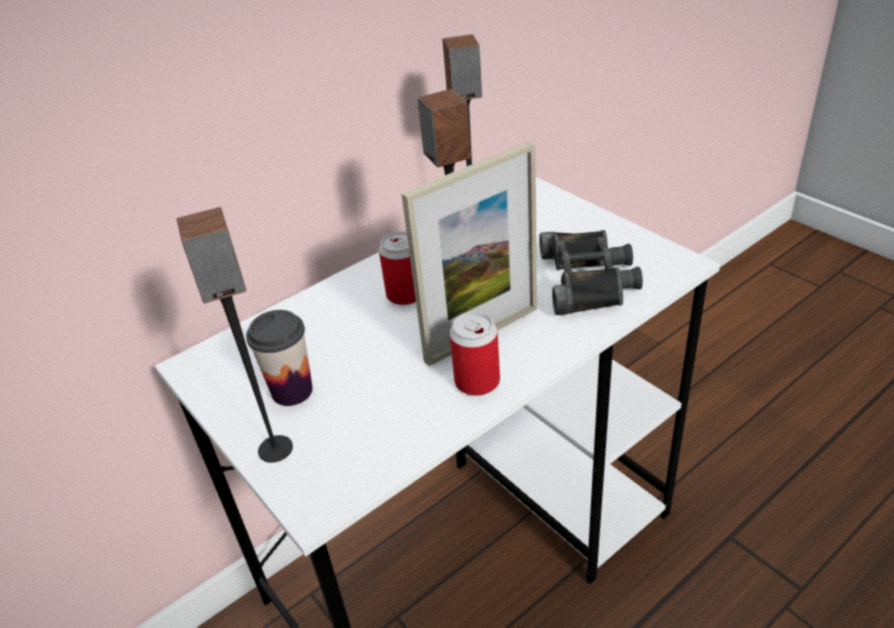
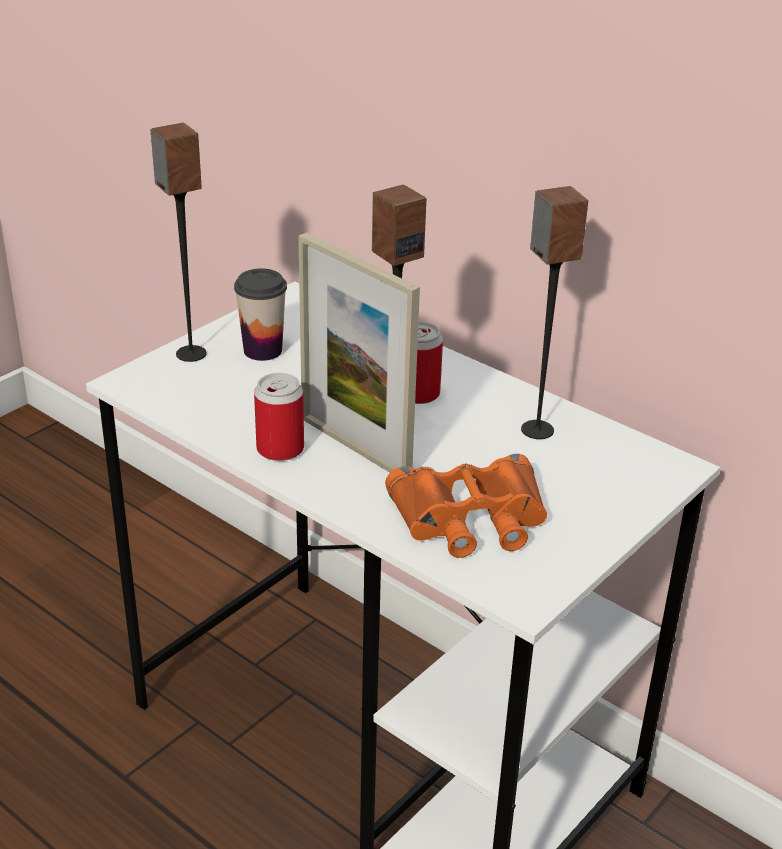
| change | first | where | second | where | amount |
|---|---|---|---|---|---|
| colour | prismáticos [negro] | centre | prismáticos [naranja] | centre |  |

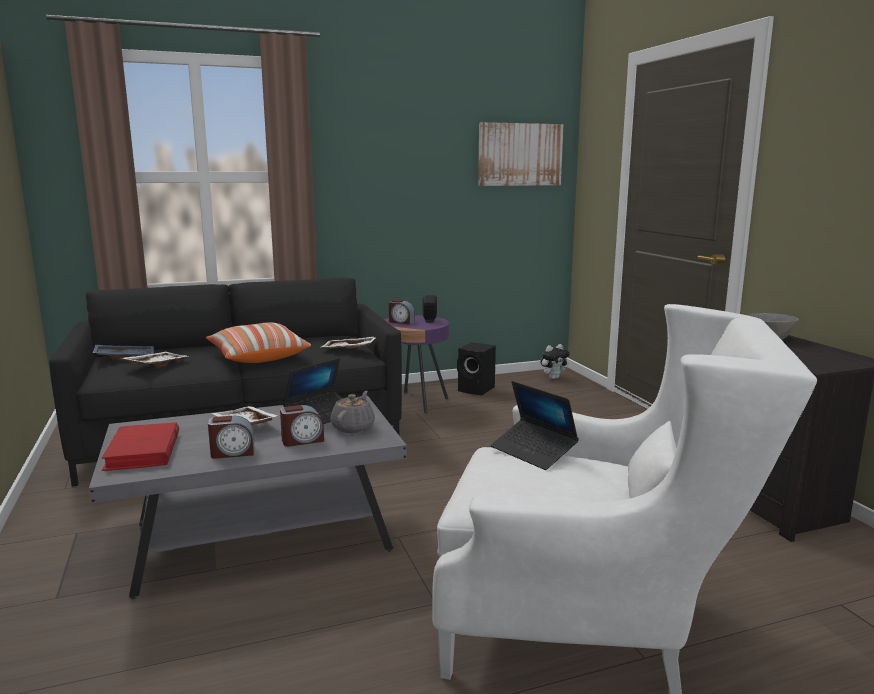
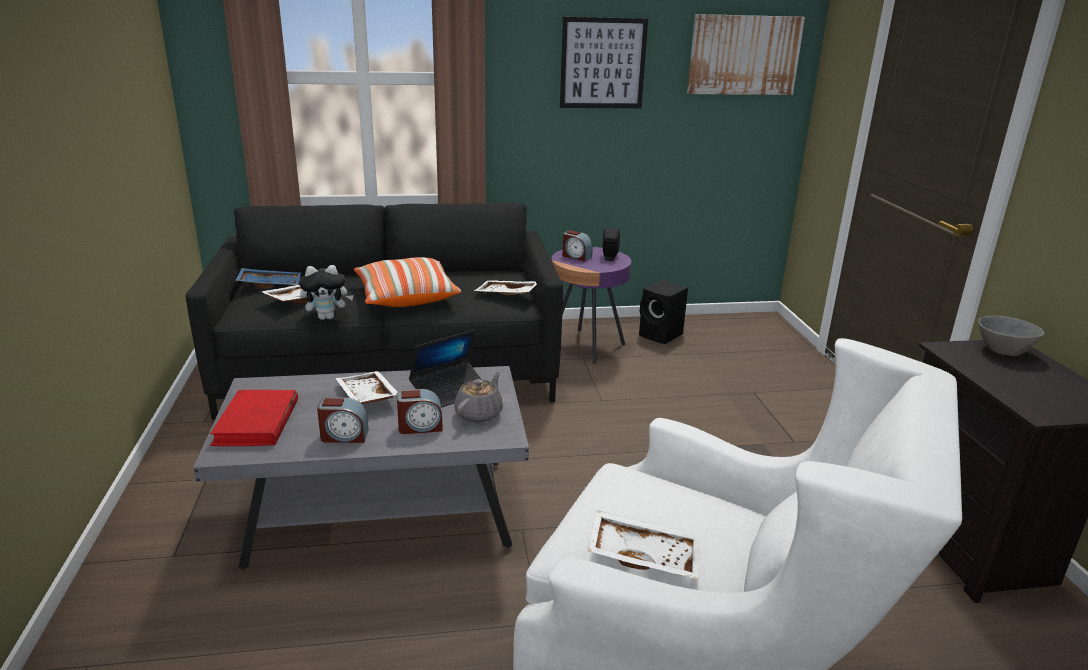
| change | first | where | second | where | amount |
|---|---|---|---|---|---|
| missing | portátil (no. 2 from left) | centre |  |  |  |
| relocated | peluche | centre |  | middle left |  |
| appeared |  |  | cuadro (no. 1 from left) | top centre |  |
| appeared |  |  | bandeja [blanco] (no. 4 from left) | bottom centre |  |

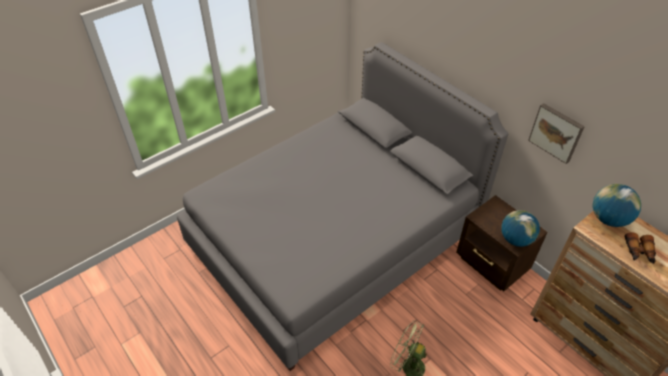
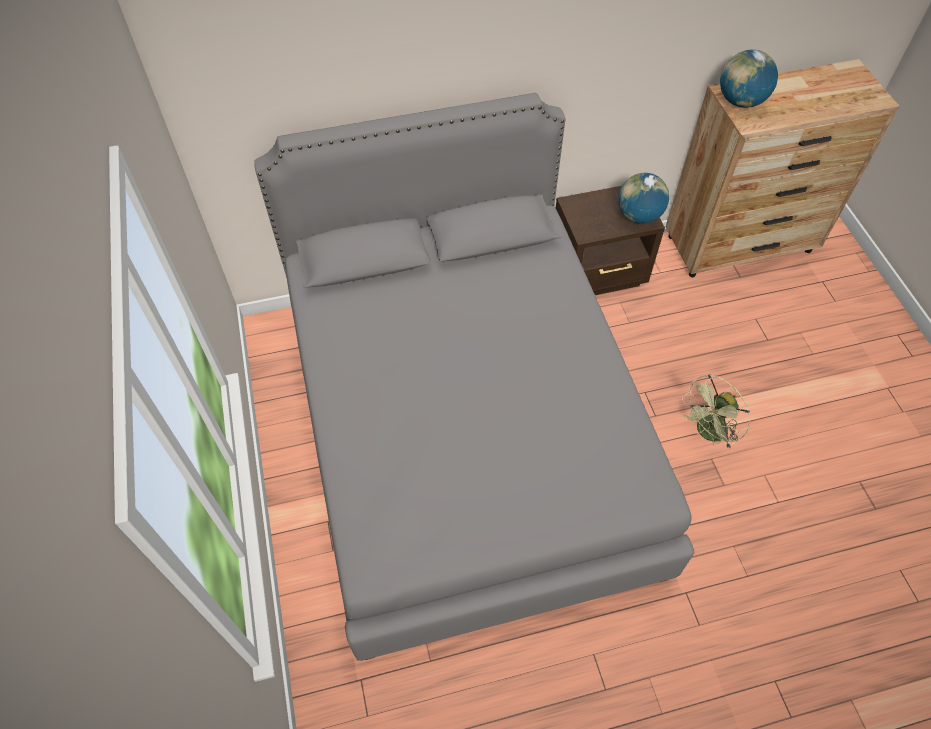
| change | first | where | second | where | amount |
|---|---|---|---|---|---|
| missing | cuadro | middle right |  |  |  |
| missing | prismáticos | middle right |  |  |  |

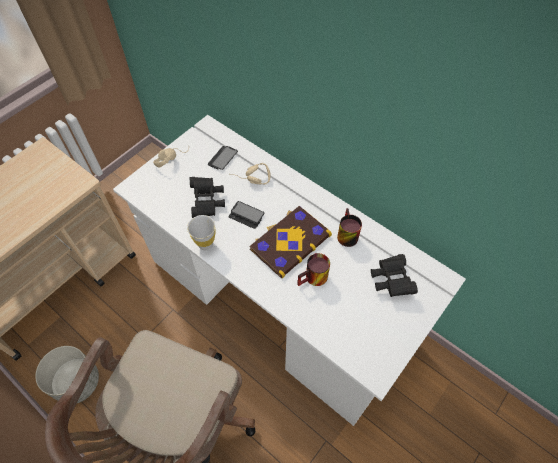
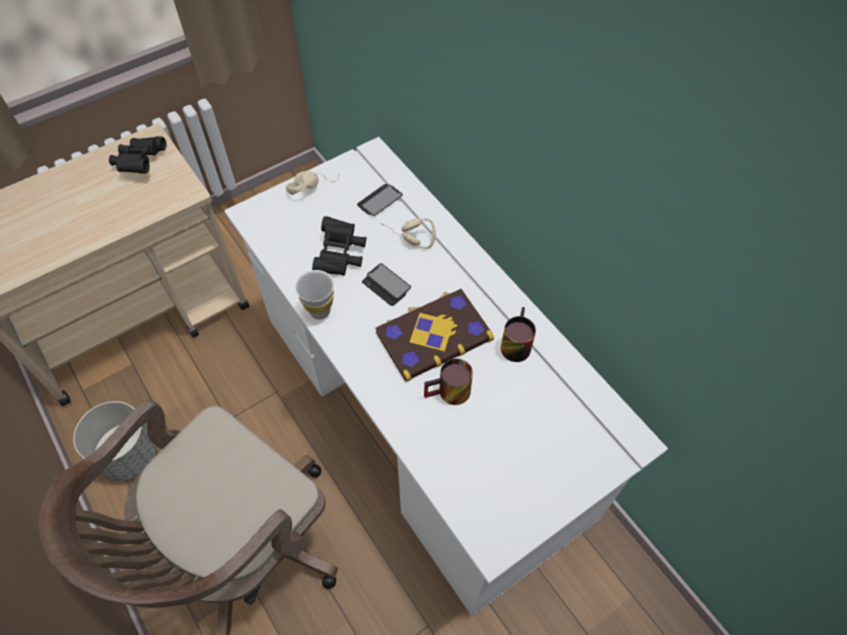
| change | first | where | second | where | amount |
|---|---|---|---|---|---|
| relocated | prismáticos [negro] (no. 2 from left in the first image) | middle right | prismáticos [negro] (no. 1 from left) | top left |  |

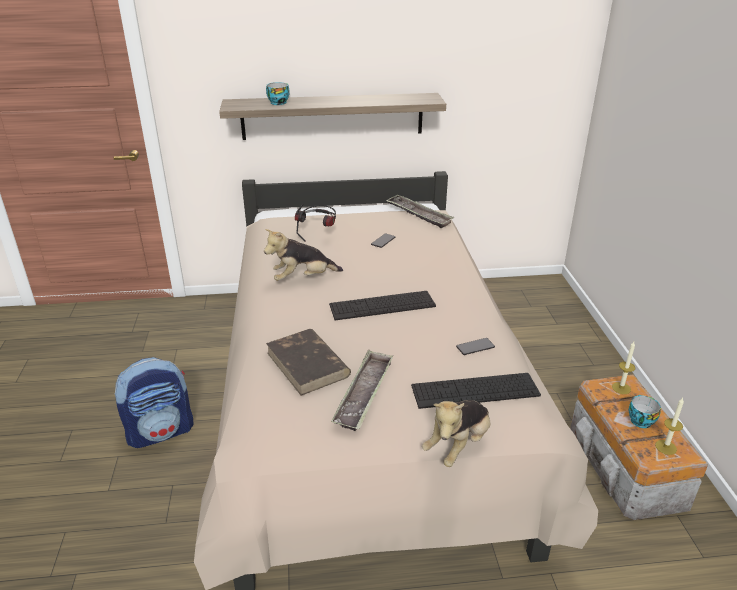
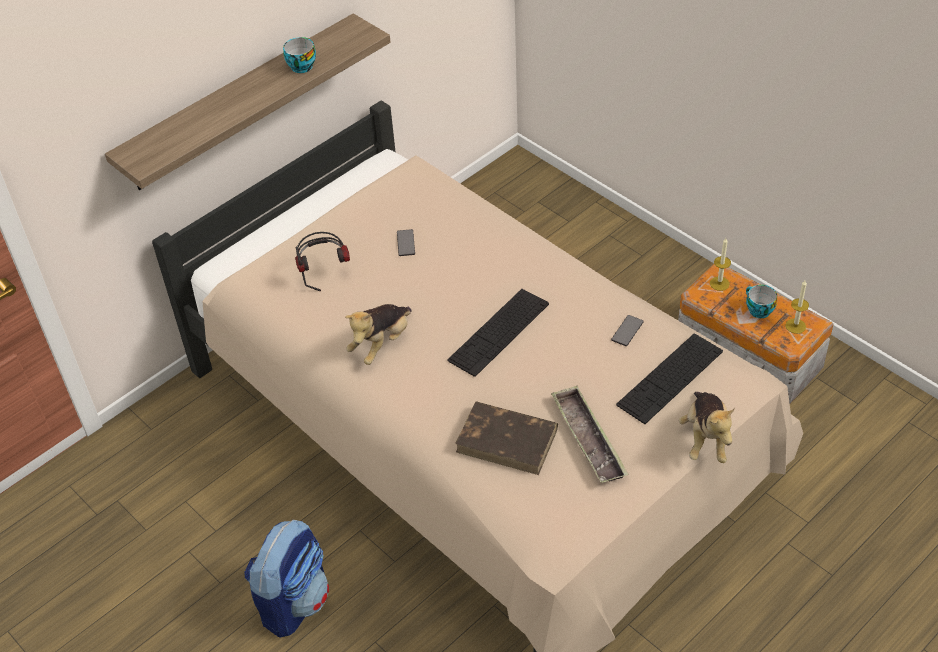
| change | first | where | second | where | amount |
|---|---|---|---|---|---|
| relocated | taza (no. 1 from left) | top centre |  | top left |  |
| missing | bandeja (no. 2 from left) | centre |  |  |  |

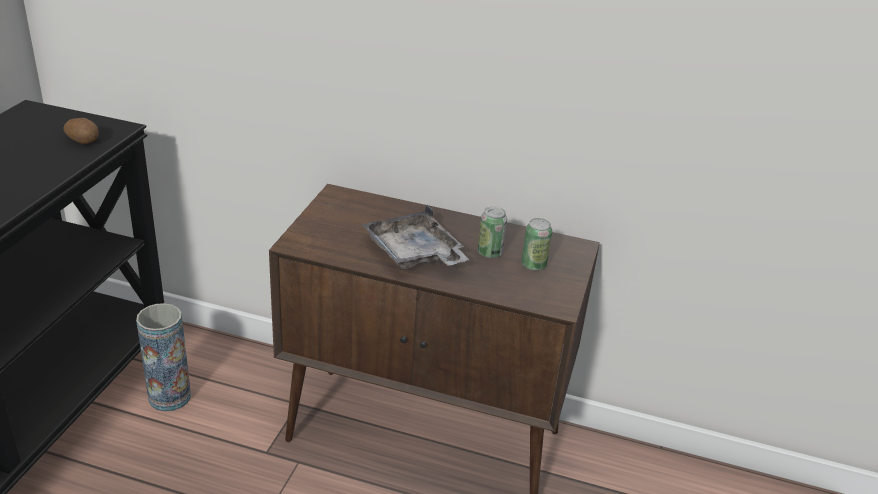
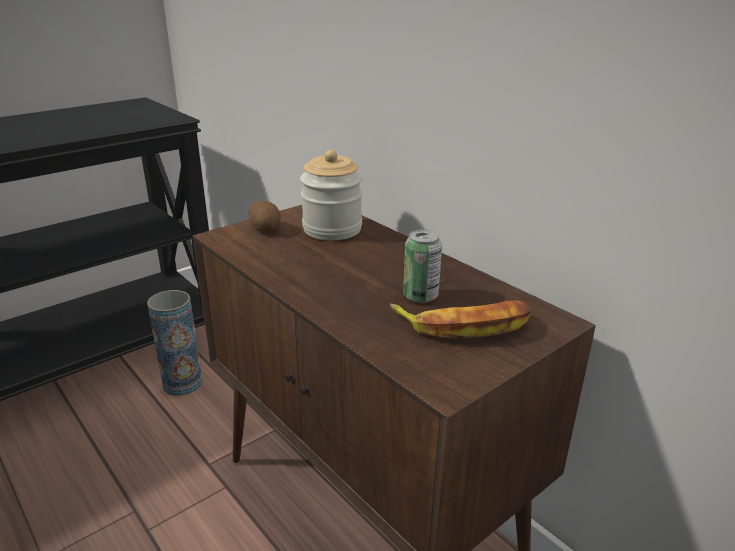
| change | first | where | second | where | amount |
|---|---|---|---|---|---|
| relocated | patata | top left |  | centre |  |
| missing | bandeja [gris] | centre |  |  |  |
| exchanged | lata (no. 2 from left) | centre | plátano | centre |  |
| appeared |  |  | tarro | centre |  |

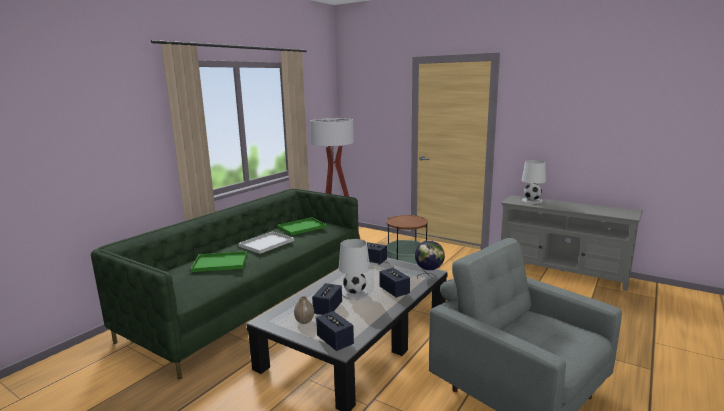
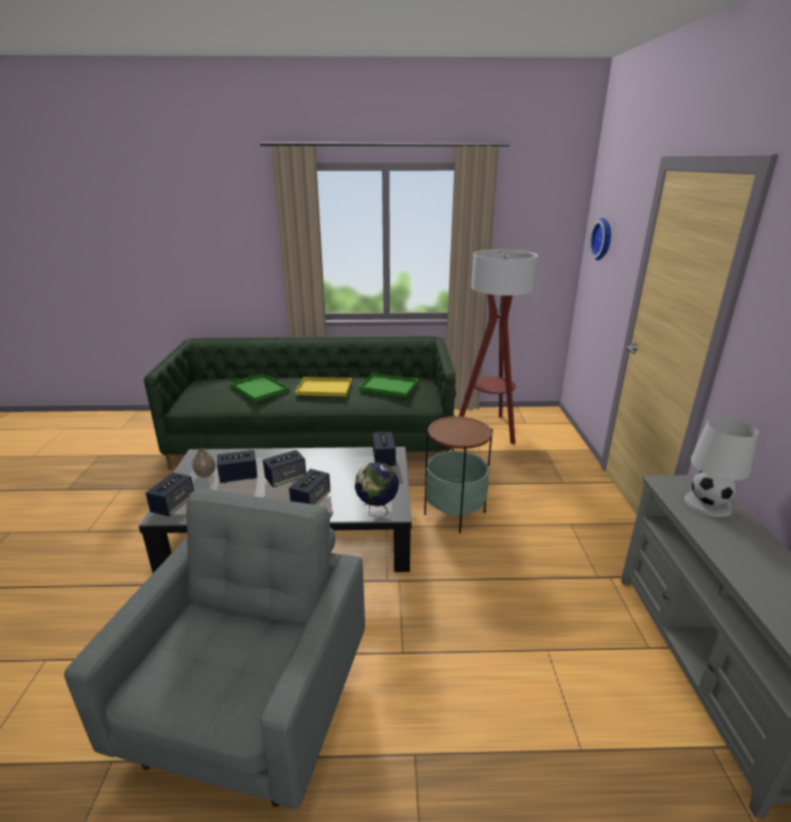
| change | first | where | second | where | amount |
|---|---|---|---|---|---|
| colour | bandeja [blanco] | centre | bandeja [amarillo] | centre |  |
| exchanged | lámpara de mesa [blanco] (no. 1 from left) | centre | altavoz (no. 3 from left) | centre |  |
| appeared |  |  | reloj de pared | top right |  |

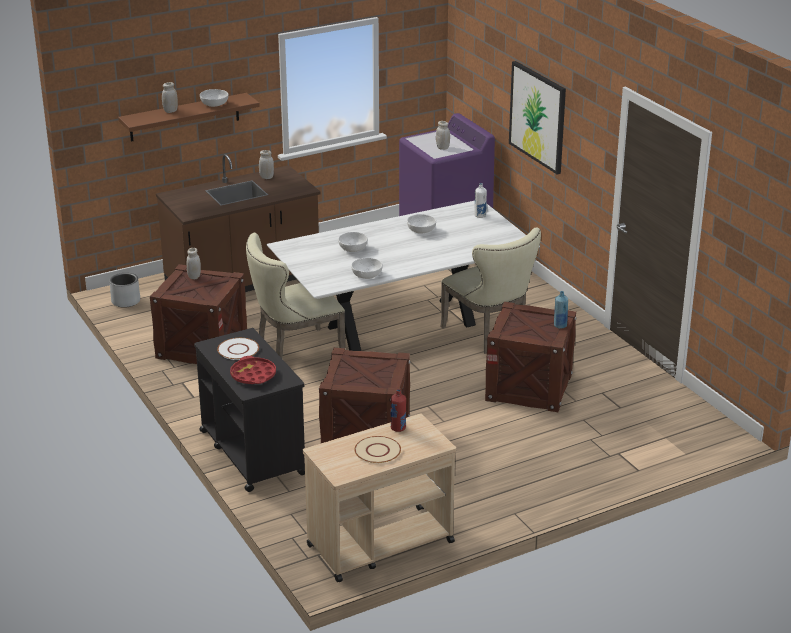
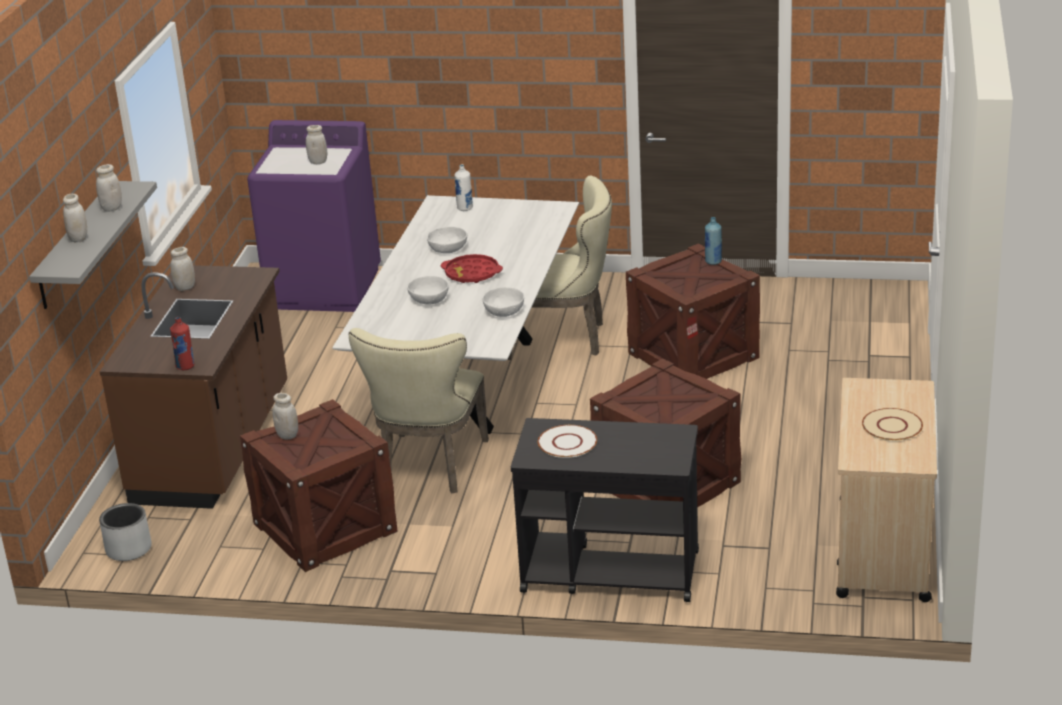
| change | first | where | second | where | amount |
|---|---|---|---|---|---|
| colour | estante [marrón] | top left | estante [gris] | middle left |  |
| exchanged | cuenco [blanco] (no. 1 from left) | top left | tarro [blanco] (no. 2 from left) | top left |  |
| relocated | bandeja [rojo] | middle left |  | centre |  |
| relocated | botella [rojo] | centre |  | middle left |  |
| missing | cuadro | top right |  |  |  |

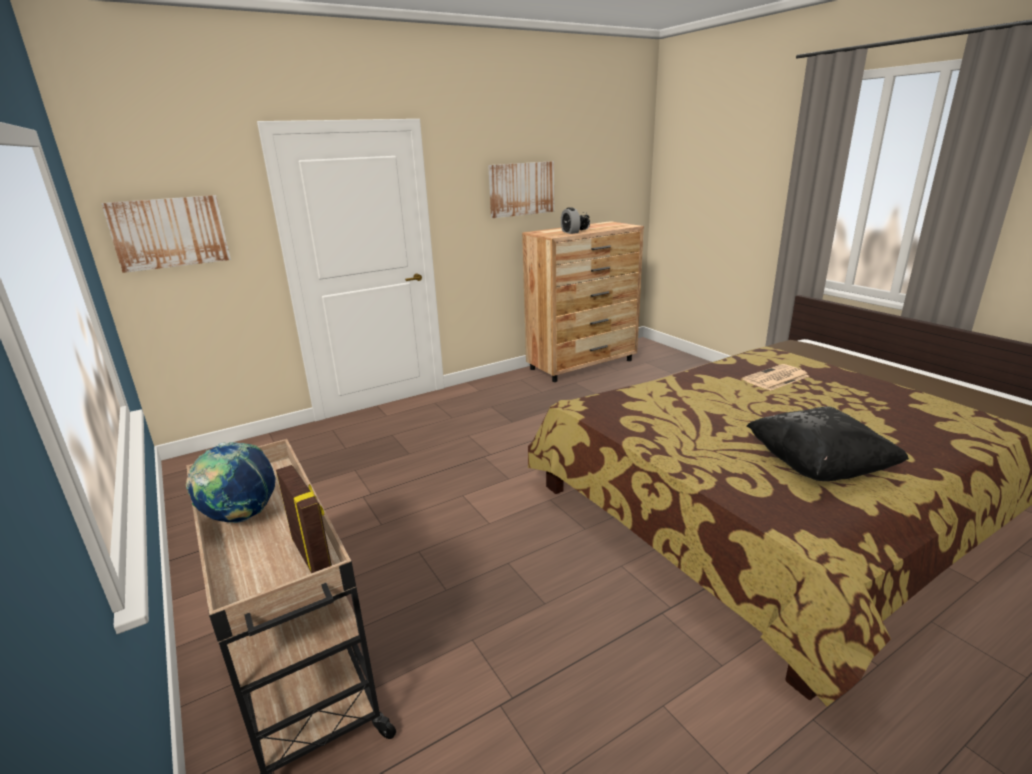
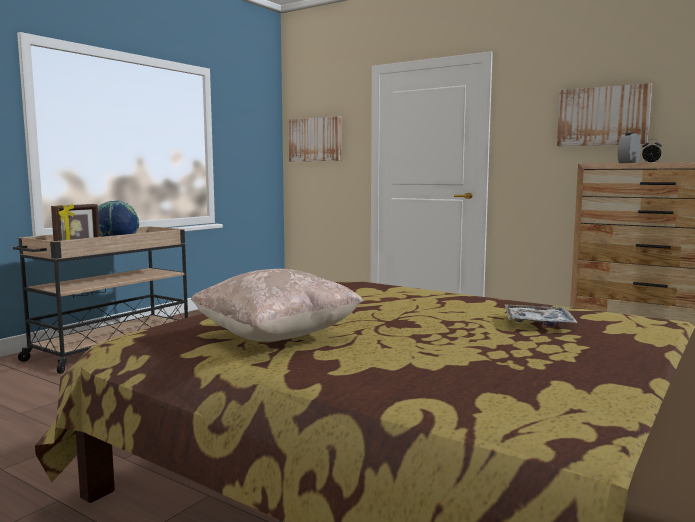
| change | first | where | second | where | amount |
|---|---|---|---|---|---|
| exchanged | periódico | middle right | bandeja | middle right |  |
| colour | cojín [negro] | middle right | cojín [beis] | centre |  |

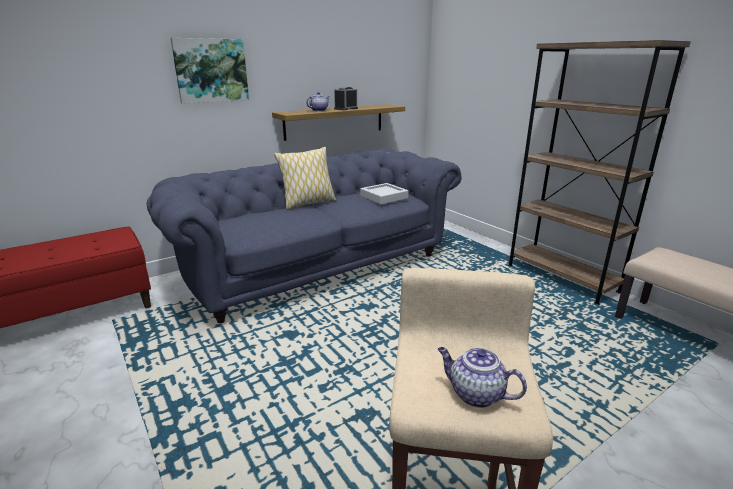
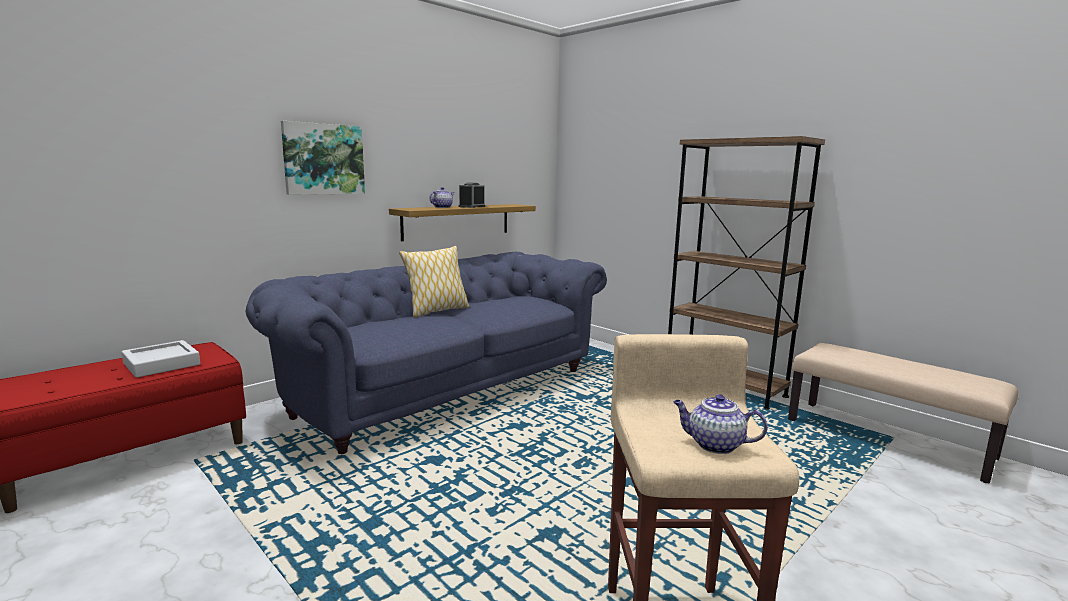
| change | first | where | second | where | amount |
|---|---|---|---|---|---|
| relocated | bandeja [gris] | centre |  | middle left |  |

